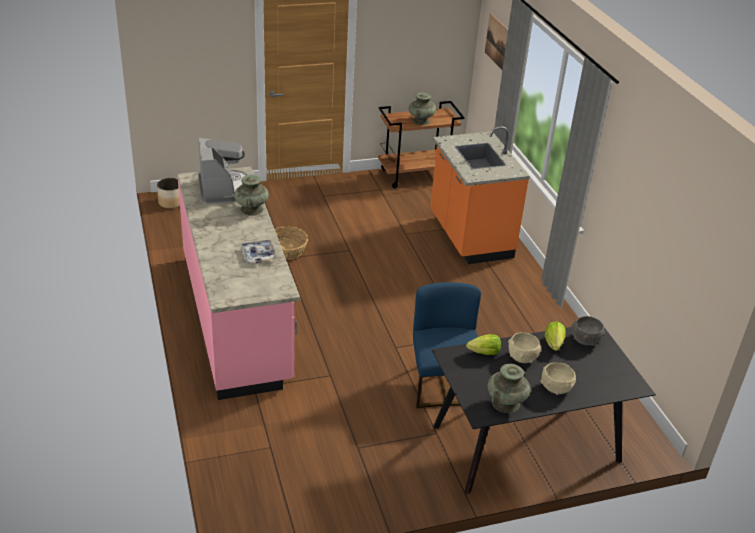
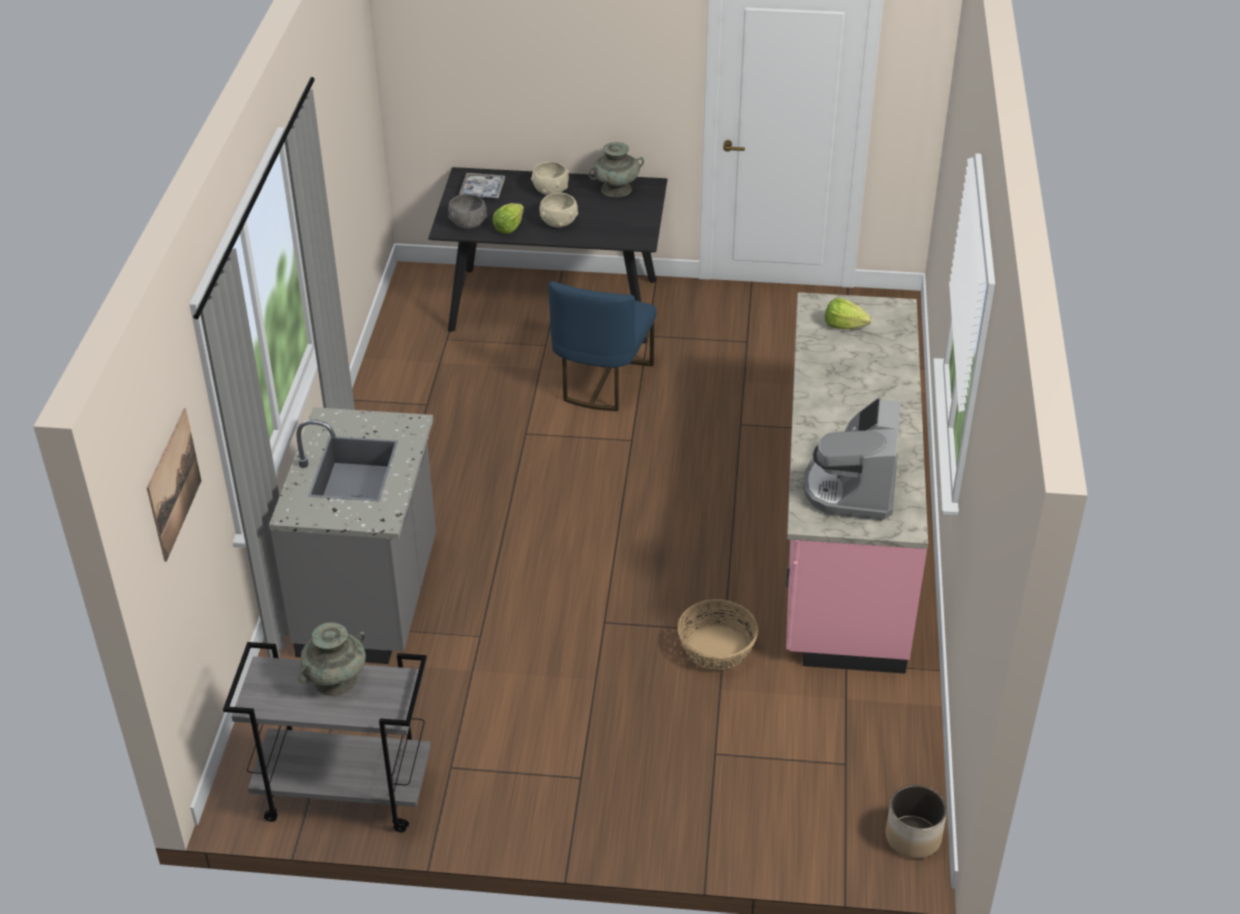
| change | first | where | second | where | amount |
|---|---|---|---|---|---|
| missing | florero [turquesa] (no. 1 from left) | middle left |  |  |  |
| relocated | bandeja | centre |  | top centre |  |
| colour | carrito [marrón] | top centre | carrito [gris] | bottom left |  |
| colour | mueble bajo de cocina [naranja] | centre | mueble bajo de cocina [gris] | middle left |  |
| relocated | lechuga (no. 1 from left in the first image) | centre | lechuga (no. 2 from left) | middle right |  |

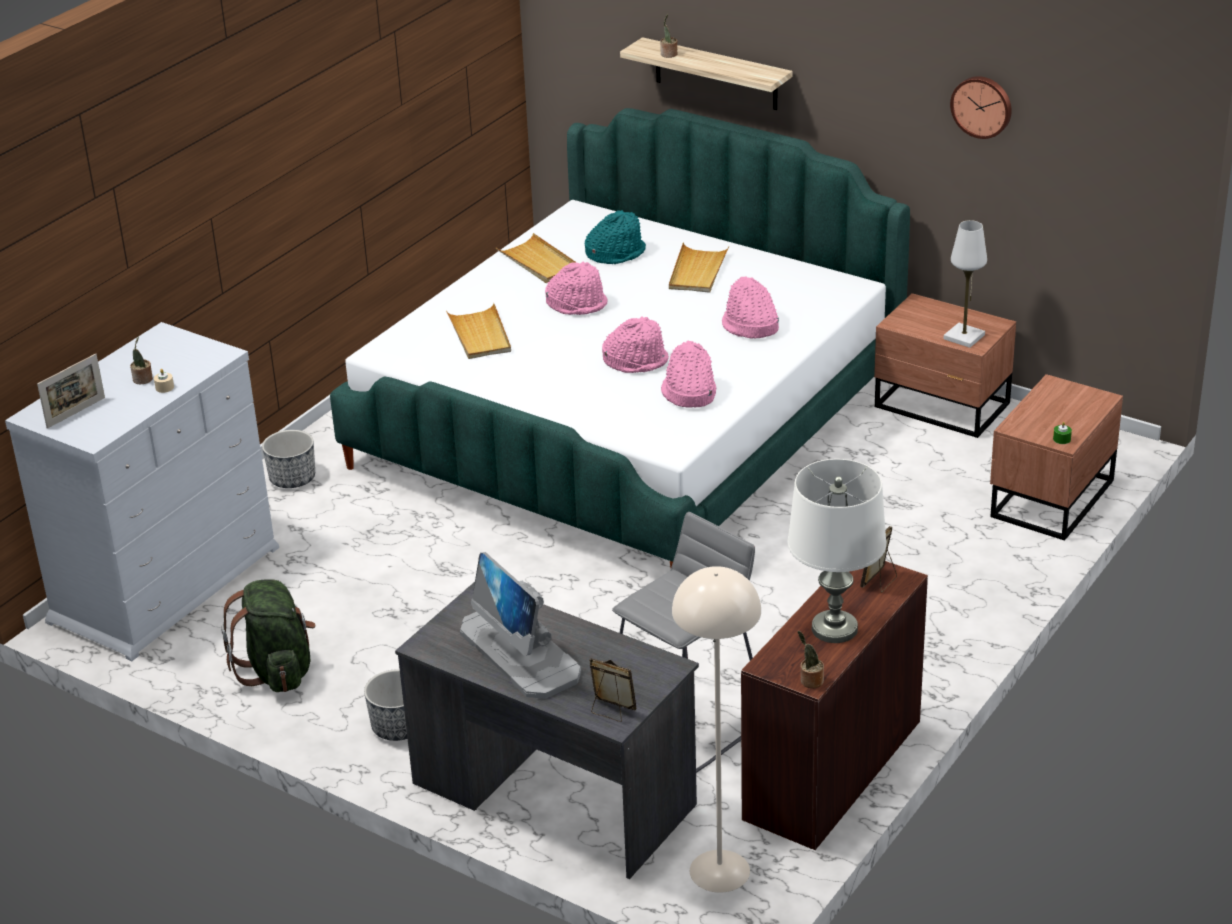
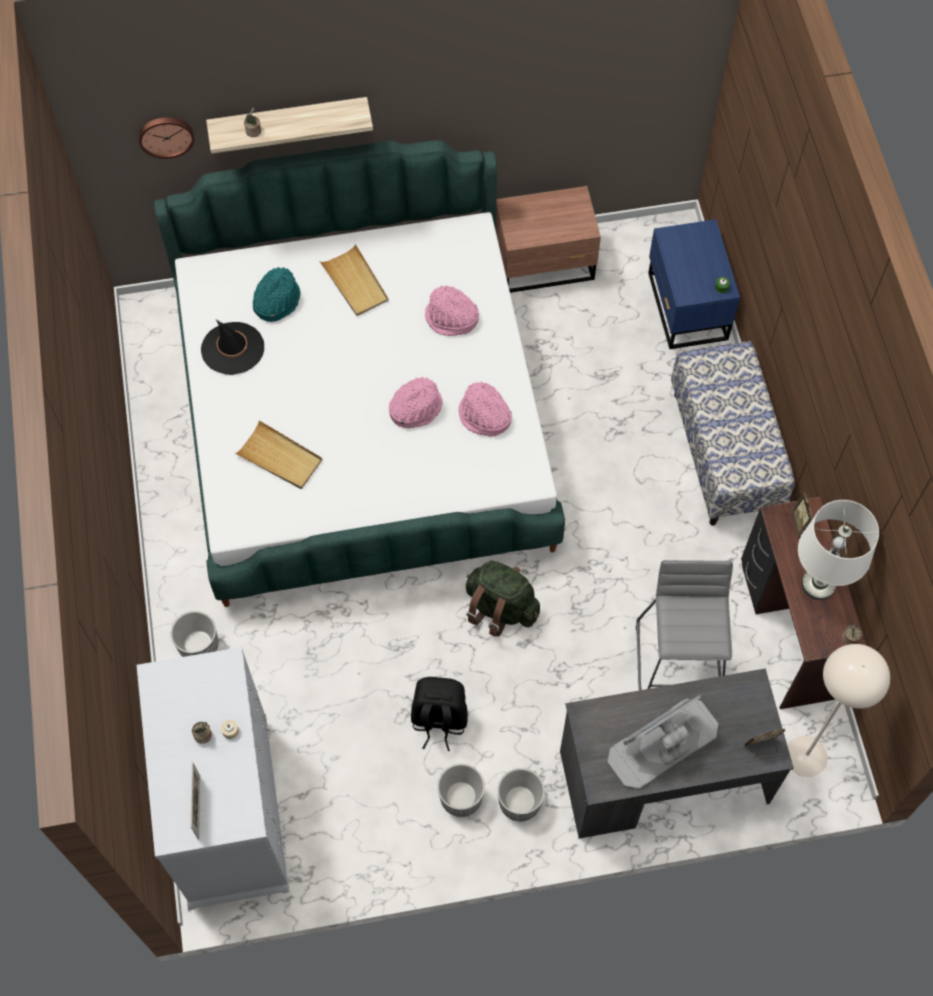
| change | first | where | second | where | amount |
|---|---|---|---|---|---|
| relocated | mochila [verde] | bottom left |  | centre |  |
| spun | monitor | bottom centre |  | bottom right | 135 degrees clockwise |
| exchanged | bandeja [beis] (no. 2 from left) | top centre | sombrero [negro] | middle left |  |
| missing | sombrero [rosa] (no. 1 from left) | top centre |  |  |  |
| missing | lámpara de mesa [blanco] (no. 2 from left) | top right |  |  |  |
| relocated | reloj de pared | top right |  | top left |  |
| colour | mesita de noche [marrón] (no. 2 from left) | middle right | mesita de noche [azul] | top right |  |
| appeared |  |  | mochila [negro] | bottom centre |  |
| appeared |  |  | maceta (no. 2 from left) | bottom centre |  |
| appeared |  |  | banco | middle right |  |

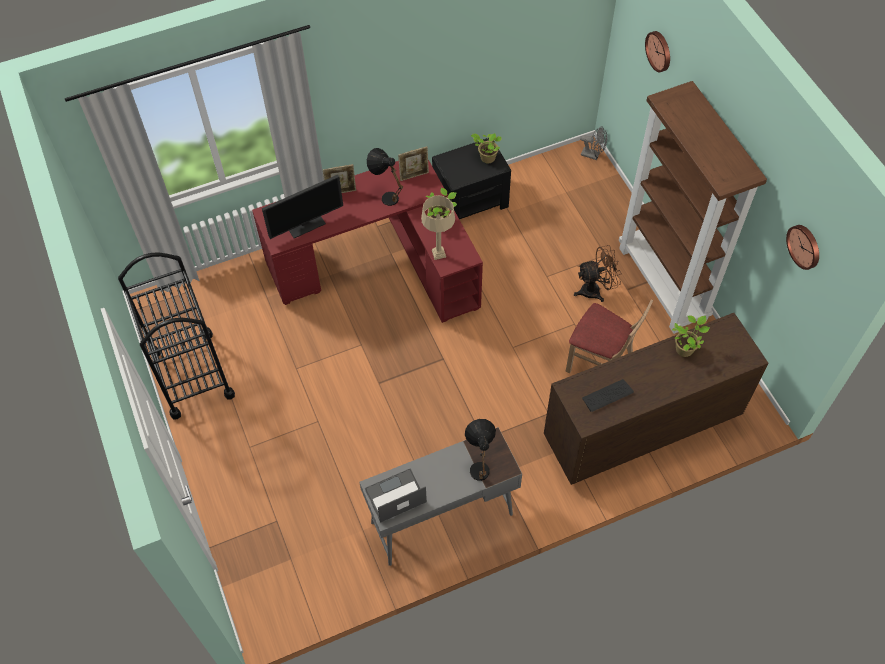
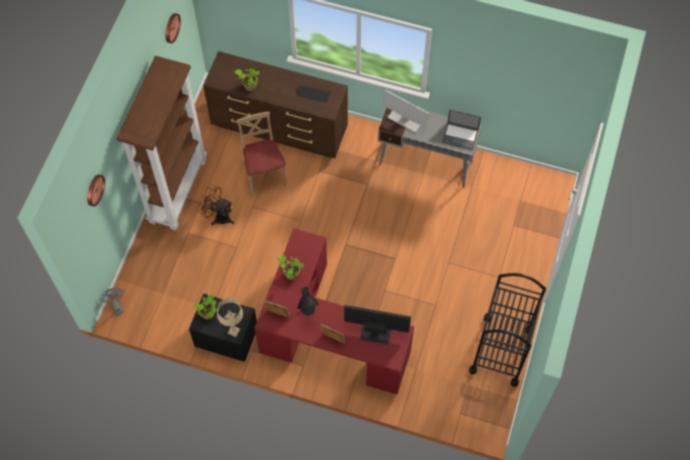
| change | first | where | second | where | amount |
|---|---|---|---|---|---|
| relocated | lámpara de mesa [beis] | centre |  | bottom centre |  |
| exchanged | lámpara de mesa [negro] (no. 2 from left) | bottom centre | monitor (no. 2 from left) | top centre |  |

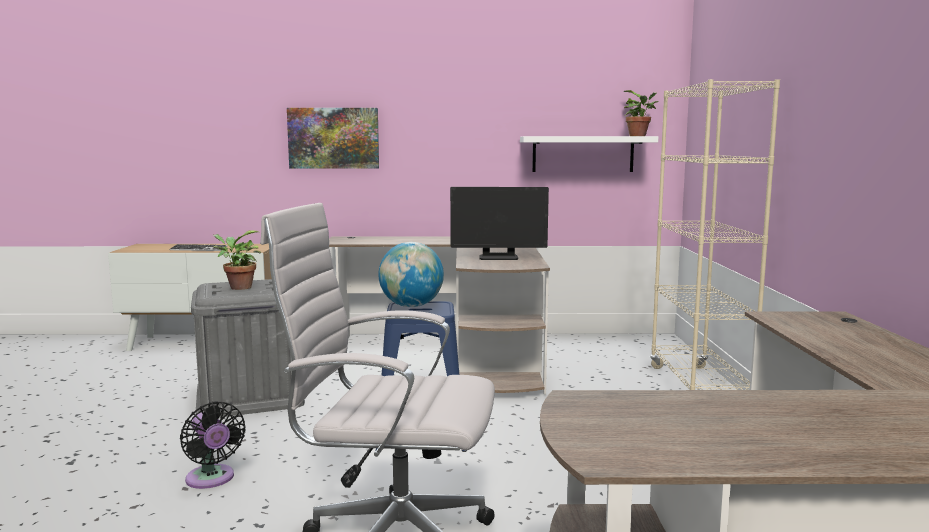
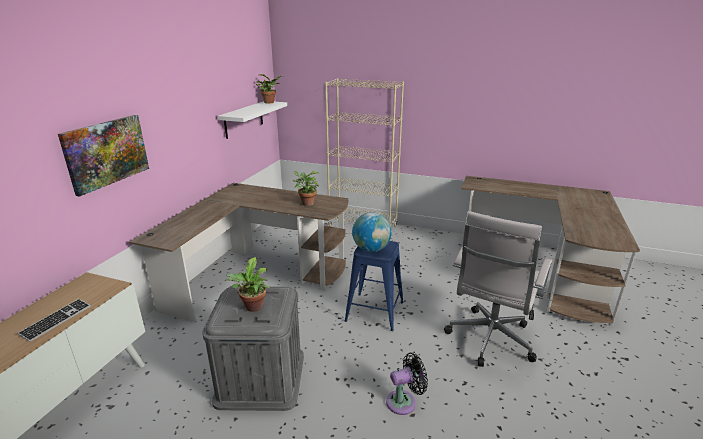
| change | first | where | second | where | amount |
|---|---|---|---|---|---|
| exchanged | monitor | centre | planta en maceta (no. 3 from left) | centre |  |

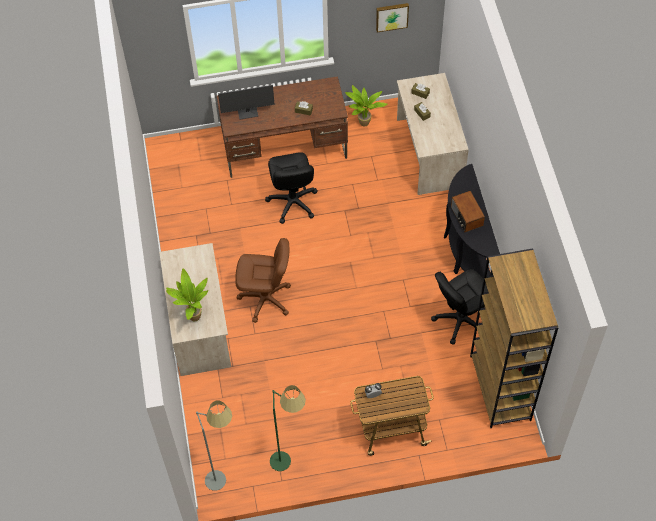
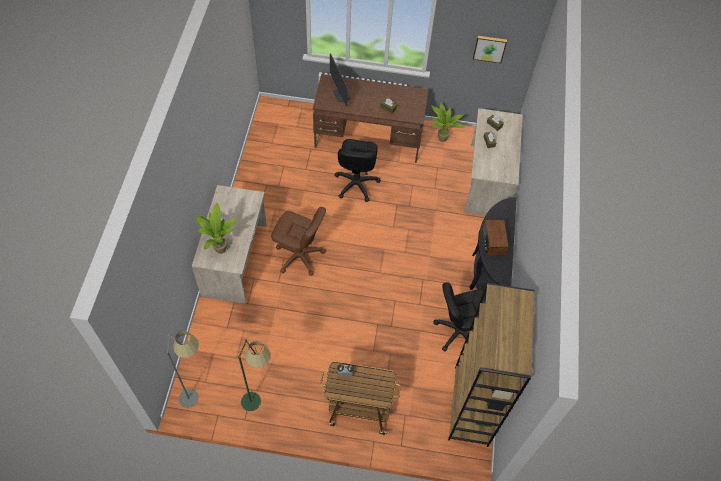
| change | first | where | second | where | amount |
|---|---|---|---|---|---|
| spun | monitor | top centre |  | top centre | 60 degrees clockwise |

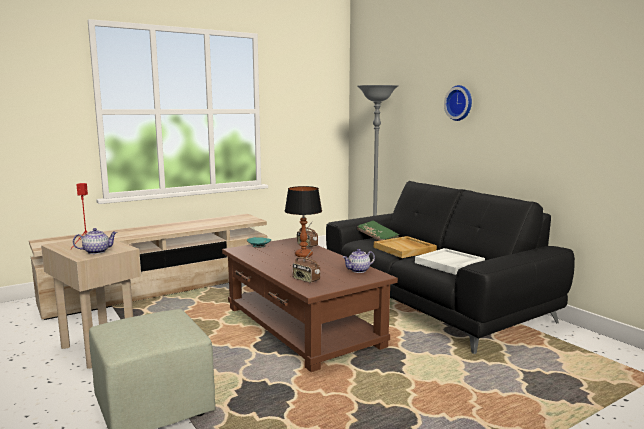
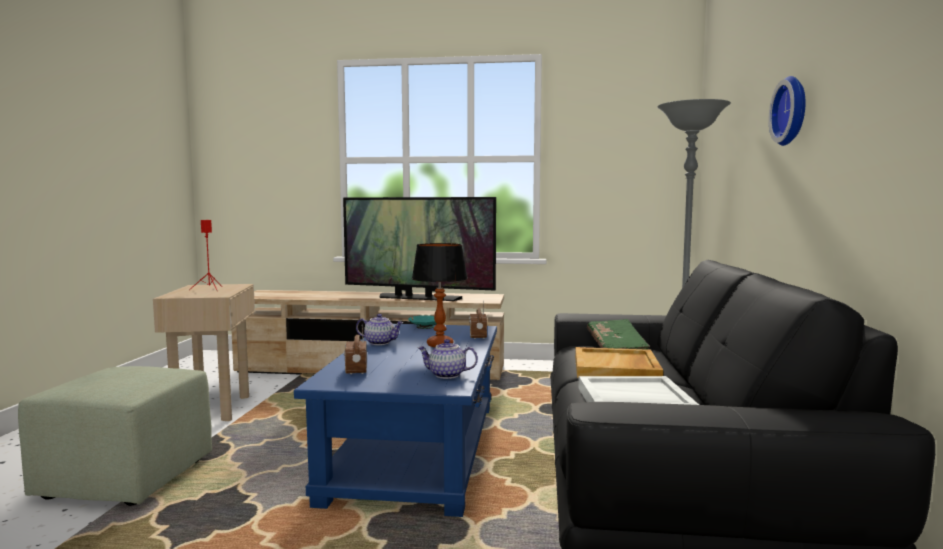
| change | first | where | second | where | amount |
|---|---|---|---|---|---|
| relocated | tetera (no. 1 from left) | middle left |  | centre |  |
| colour | mesa de centro [marrón] | bottom centre | mesa de centro [azul] | bottom centre |  |
| appeared |  |  | televisor | centre |  |

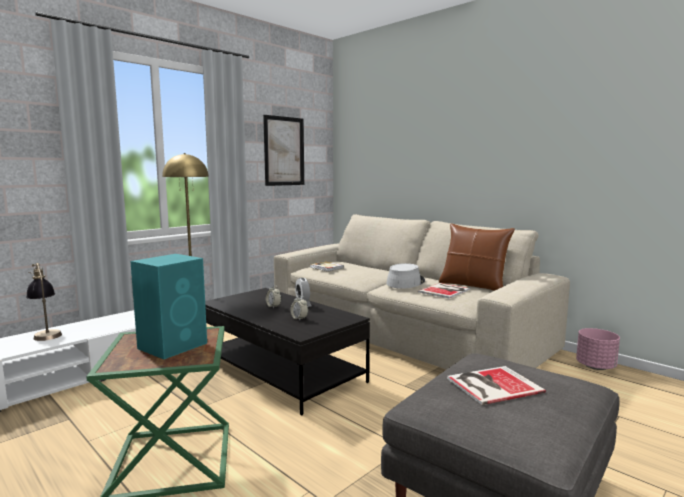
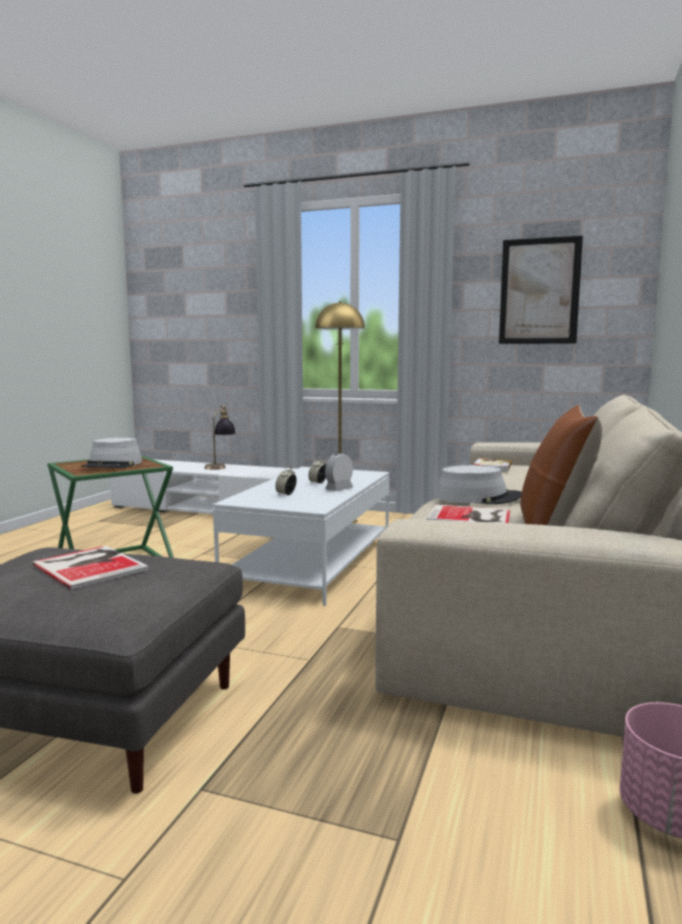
| change | first | where | second | where | amount |
|---|---|---|---|---|---|
| exchanged | altavoz [turquesa] | middle left | sombrero [gris] (no. 1 from left) | middle left |  |
| colour | mesa de centro [negro] | bottom centre | mesa de centro [blanco] | centre |  |

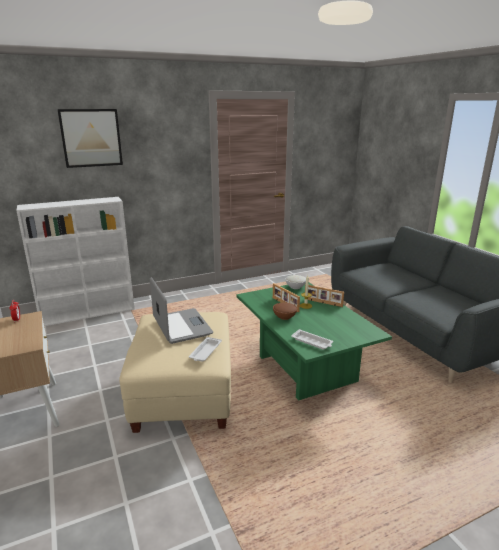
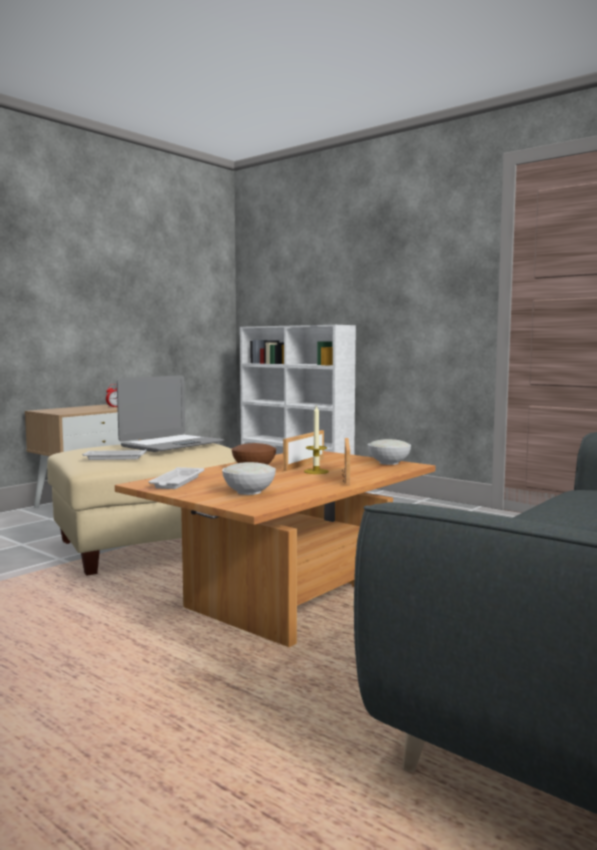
| change | first | where | second | where | amount |
|---|---|---|---|---|---|
| missing | cuadro | top left |  |  |  |
| colour | mesa de centro [verde] | centre | mesa de centro [marrón] | centre |  |
| appeared |  |  | cuenco [blanco] (no. 1 from left) | centre |  |

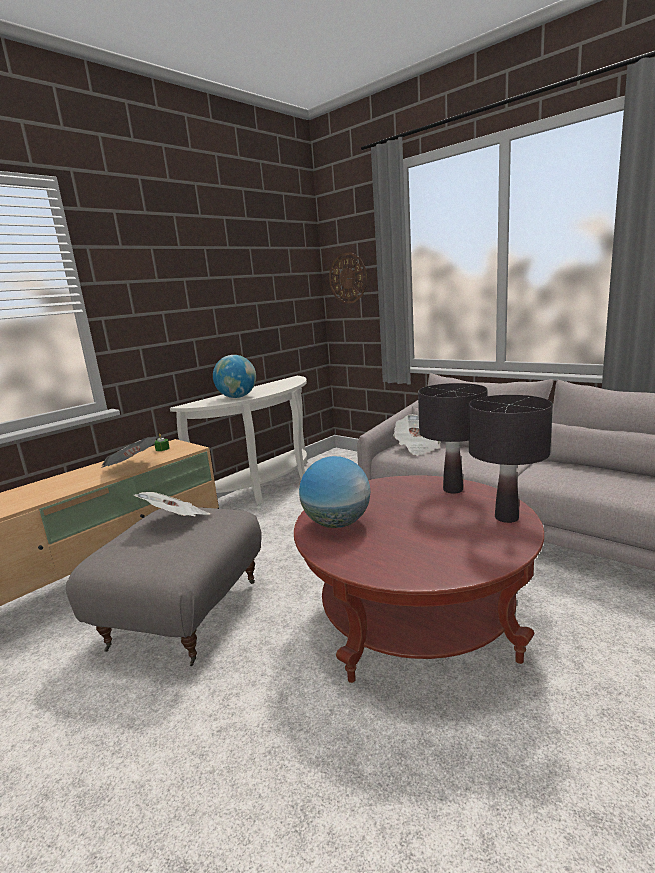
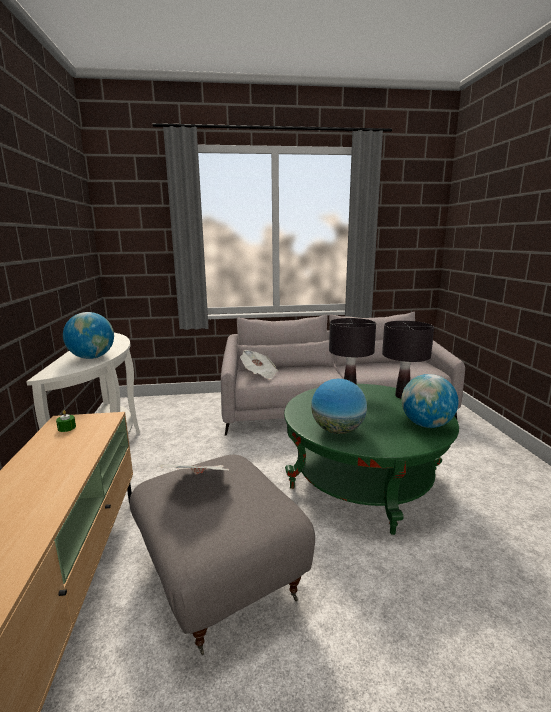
| change | first | where | second | where | amount |
|---|---|---|---|---|---|
| missing | periódico (no. 1 from left) | middle left |  |  |  |
| colour | mesa de centro [rojo] | centre | mesa de centro [verde] | middle right |  |
| missing | reloj de pared | top centre |  |  |  |
| appeared |  |  | globo terráqueo (no. 3 from left) | middle right |  |

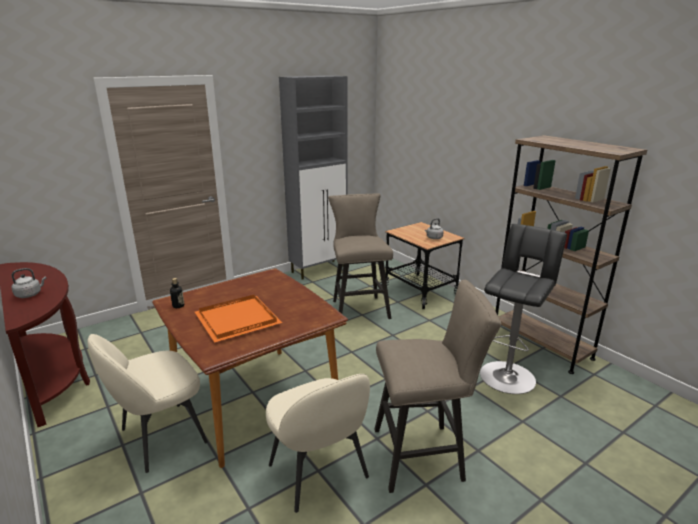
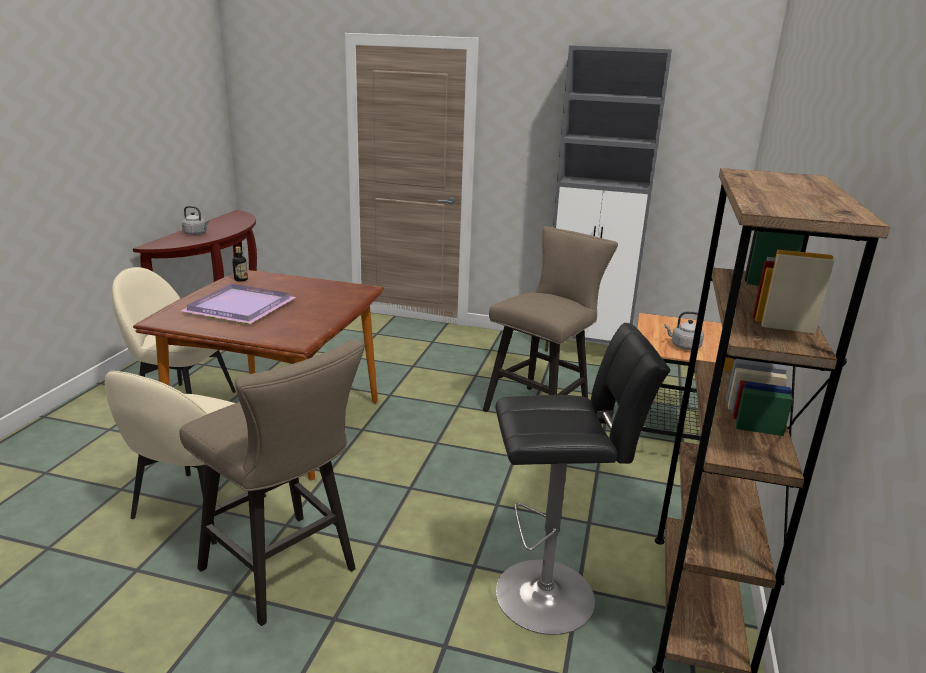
| change | first | where | second | where | amount |
|---|---|---|---|---|---|
| colour | bandeja [naranja] | centre | bandeja [morado] | middle left |  |

